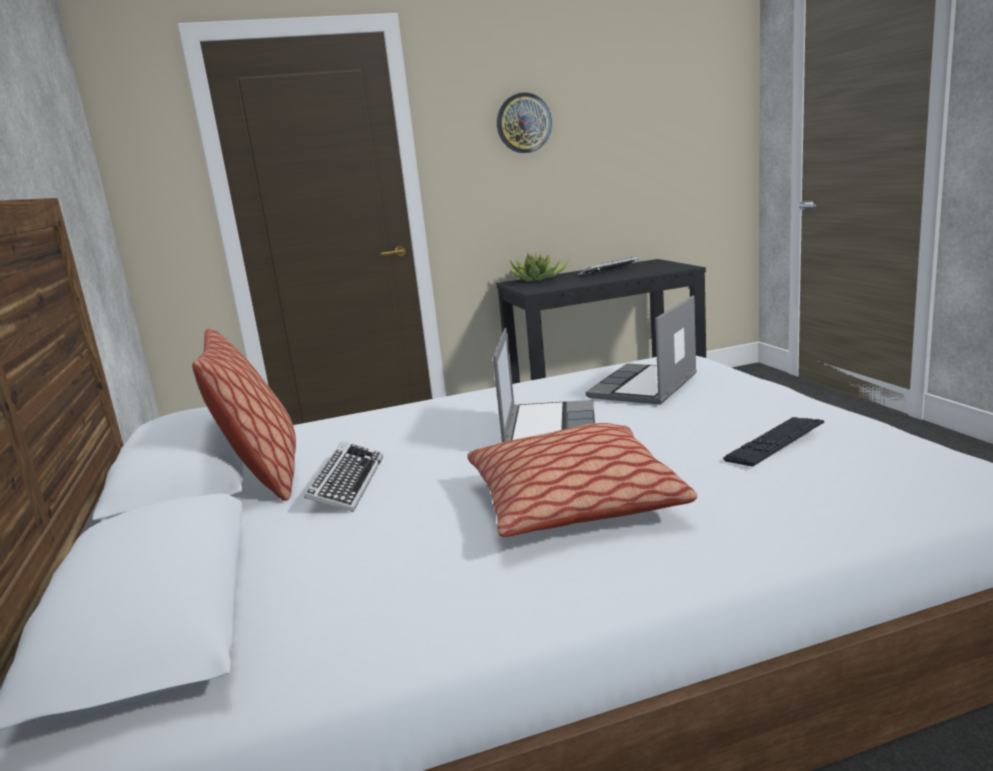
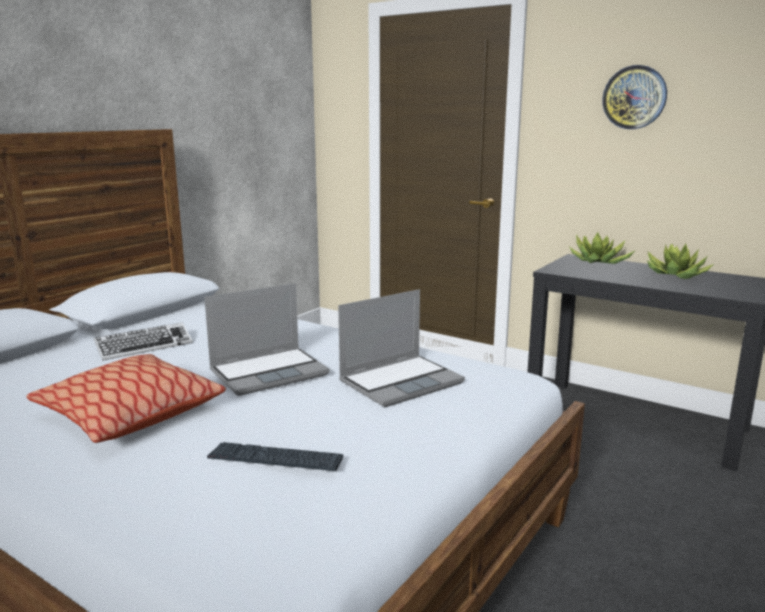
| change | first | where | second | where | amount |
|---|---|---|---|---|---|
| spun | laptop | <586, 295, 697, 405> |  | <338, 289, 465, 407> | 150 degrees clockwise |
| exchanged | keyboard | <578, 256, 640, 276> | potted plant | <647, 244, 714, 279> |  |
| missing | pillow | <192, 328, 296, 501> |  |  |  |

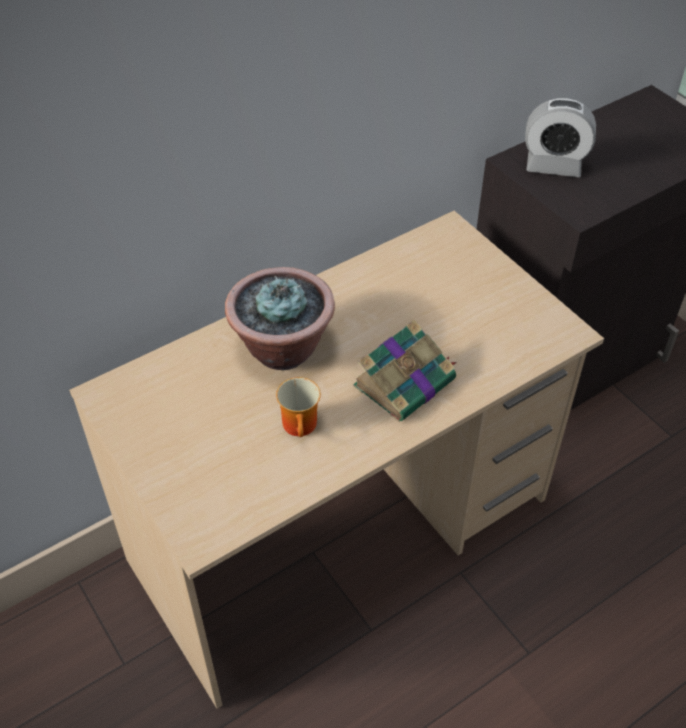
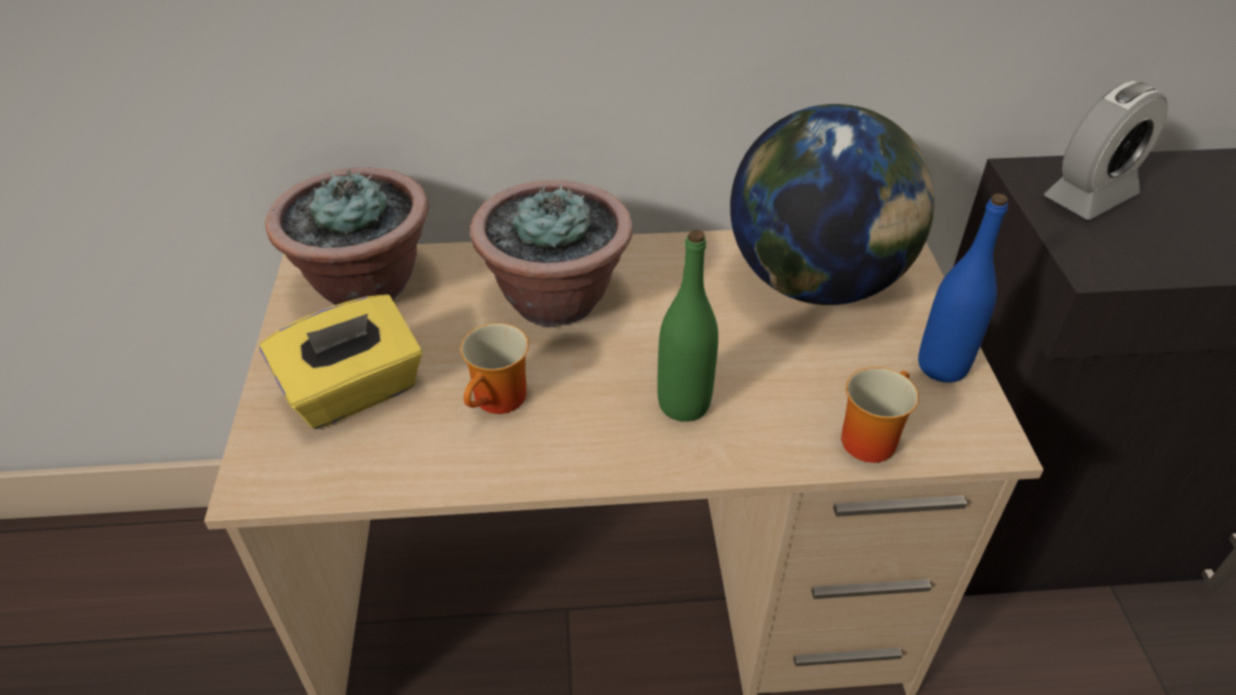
| change | first | where | second | where | amount |
|---|---|---|---|---|---|
| appeared |  |  | tissue box in yellow | <259, 294, 422, 429> |  |
| appeared |  |  | potted plant | <265, 167, 429, 305> |  |
| exchanged | book | <353, 319, 457, 422> | bottle in green | <657, 230, 718, 422> |  |
| appeared |  |  | globe | <730, 104, 935, 305> |  |
| appeared |  |  | mug | <841, 367, 919, 463> |  |
| appeared |  |  | bottle in blue | <918, 194, 1008, 383> |  |
| spun | alarm clock | <525, 98, 596, 177> |  | <1044, 81, 1168, 220> | 75 degrees counterclockwise |

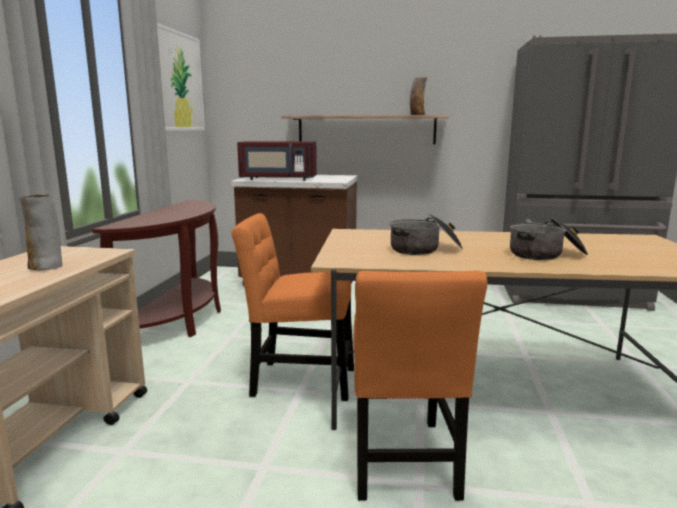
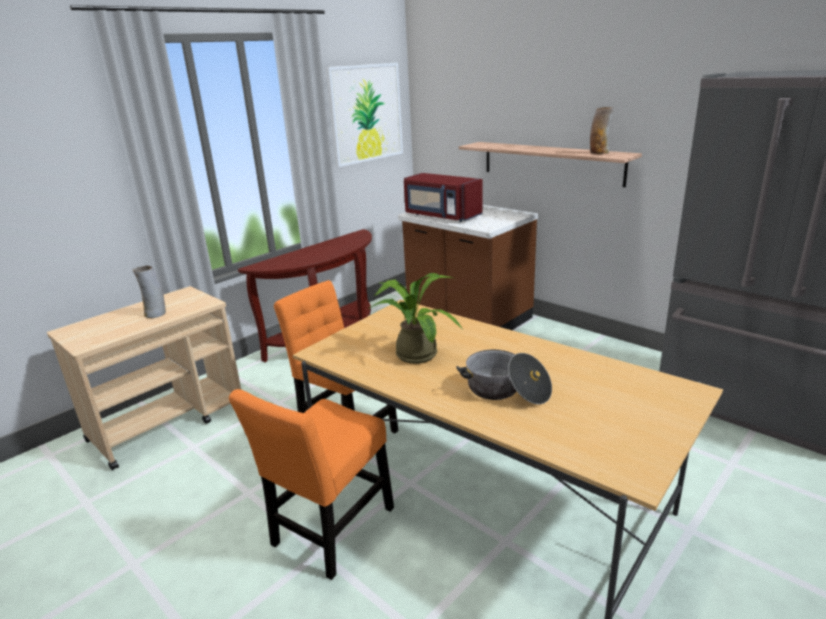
| change | first | where | second | where | amount |
|---|---|---|---|---|---|
| exchanged | cooking pot | <390, 214, 463, 255> | potted plant | <368, 273, 463, 364> |  |

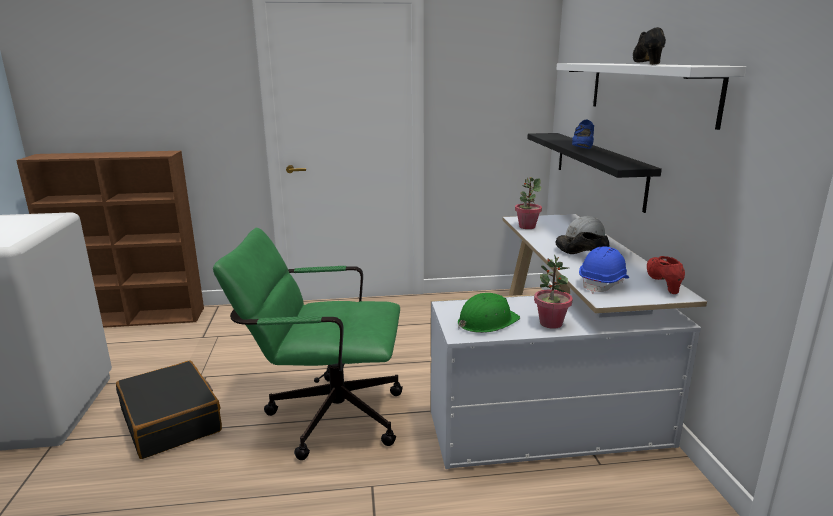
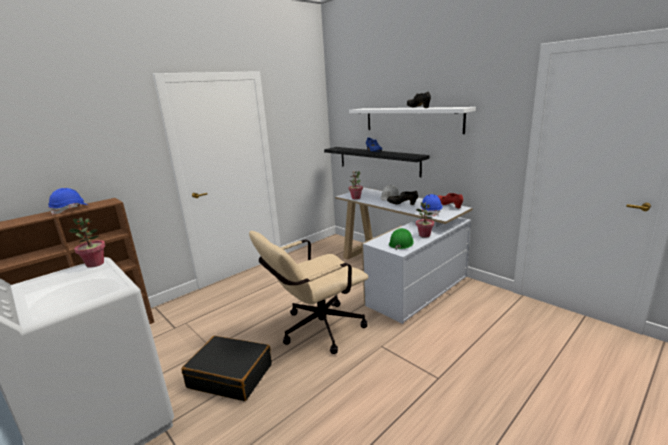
| change | first | where | second | where | amount |
|---|---|---|---|---|---|
| appeared |  |  | hard hat in blue | <48, 188, 90, 215> |  |
| appeared |  |  | potted plant | <68, 218, 105, 268> |  |
| colour | office chair in green | <213, 228, 403, 460> | office chair in beige | <249, 231, 368, 354> |  |

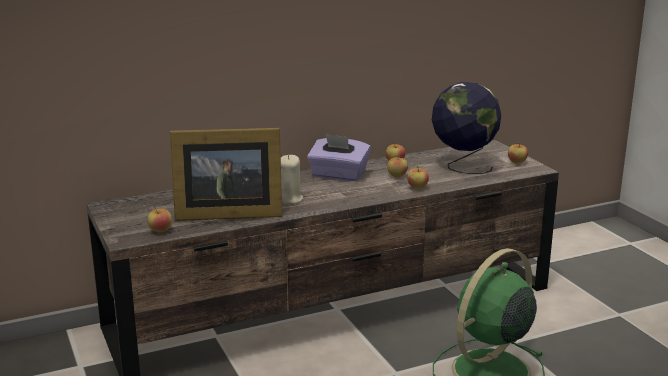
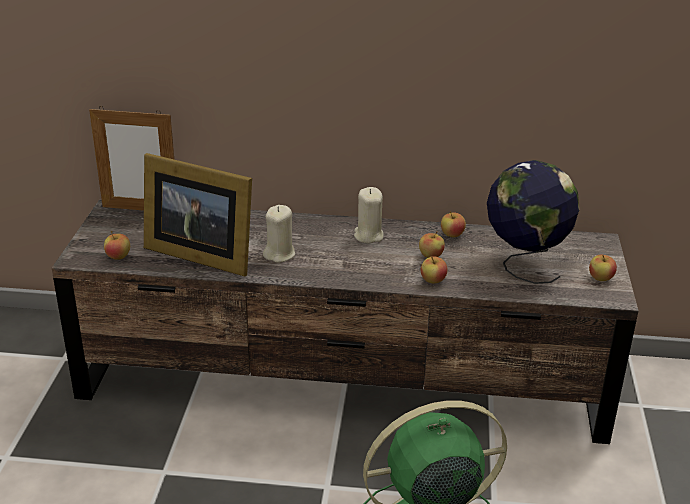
| change | first | where | second | where | amount |
|---|---|---|---|---|---|
| appeared |  |  | picture frame | <89, 106, 174, 211> |  |
| exchanged | tissue box in purple | <307, 134, 371, 181> | candle in beige | <354, 187, 384, 243> |  |

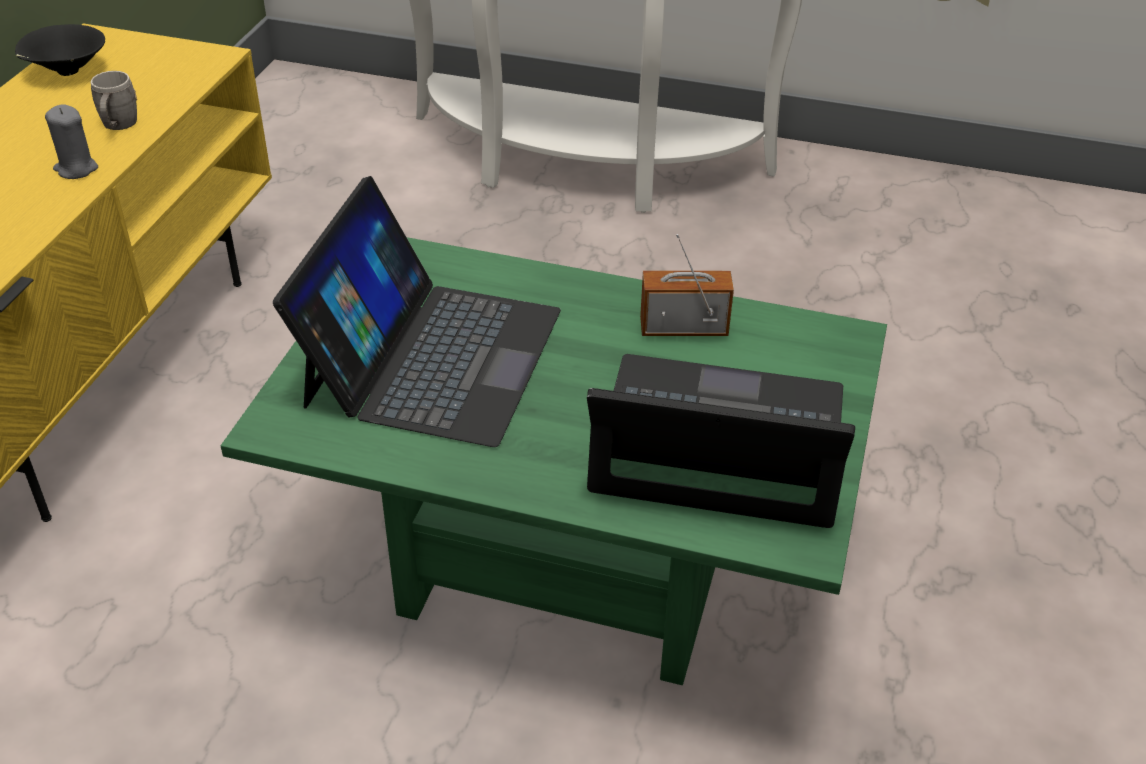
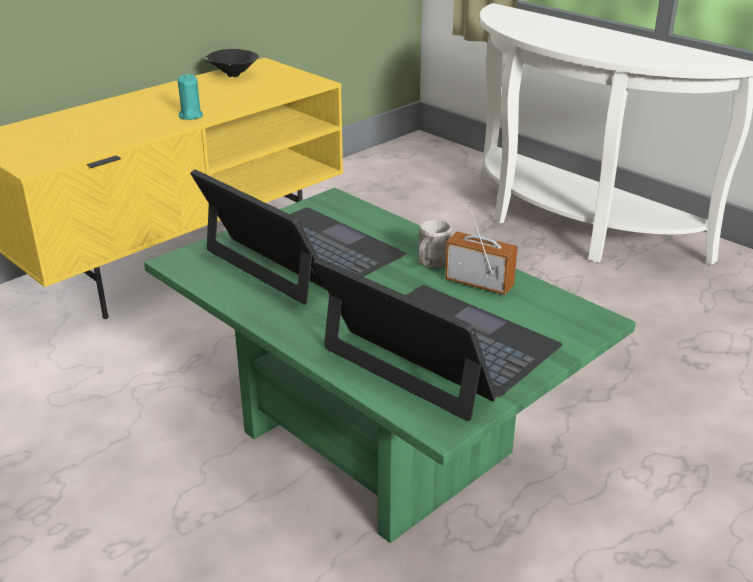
| change | first | where | second | where | amount |
|---|---|---|---|---|---|
| colour | candle in grey | <45, 104, 98, 179> | candle in turquoise | <178, 74, 203, 120> |  |
| spun | laptop | <273, 176, 561, 447> |  | <190, 169, 407, 305> | 90 degrees counterclockwise |
| relocated | mug in grey | <91, 71, 137, 130> |  | <418, 220, 452, 268> |  |

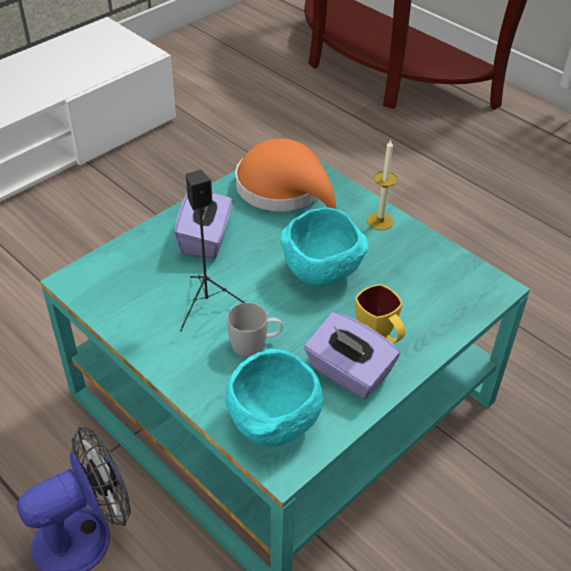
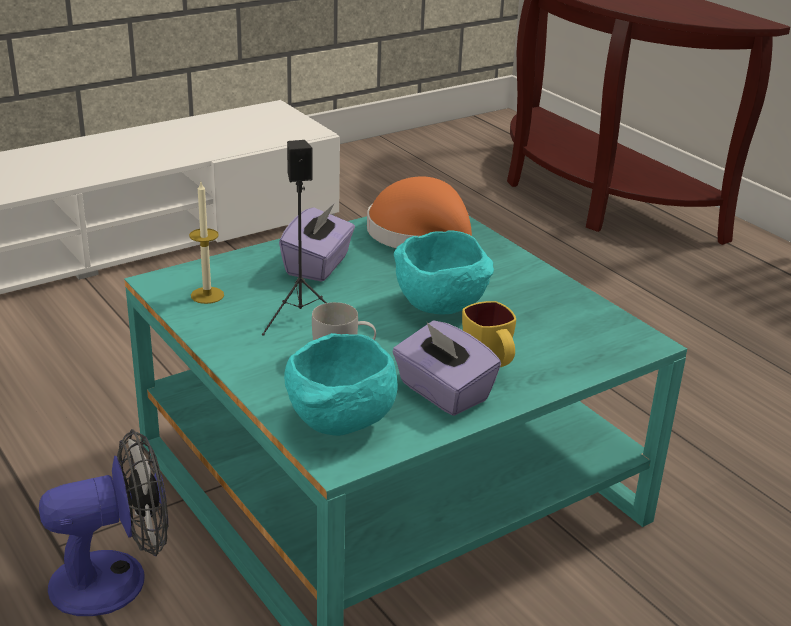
| change | first | where | second | where | amount |
|---|---|---|---|---|---|
| relocated | candle | <367, 140, 398, 230> |  | <189, 182, 224, 304> |  |

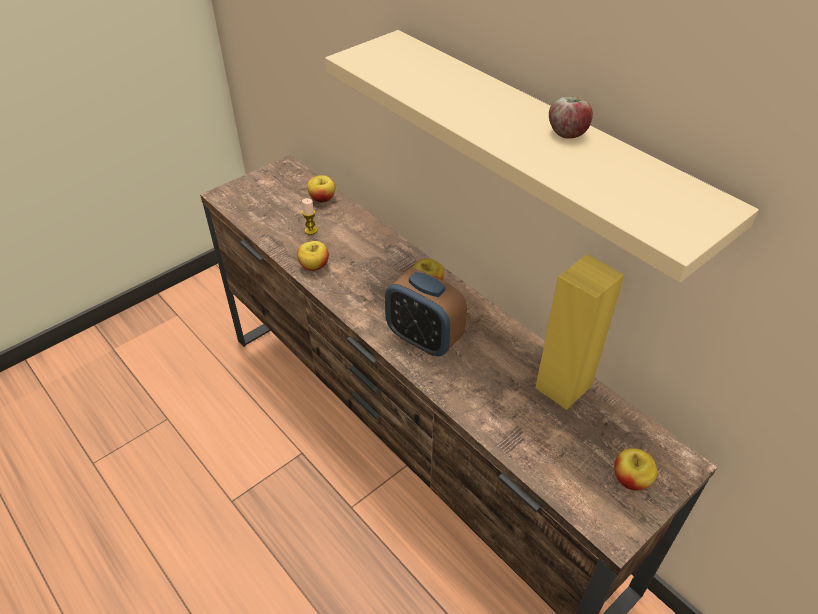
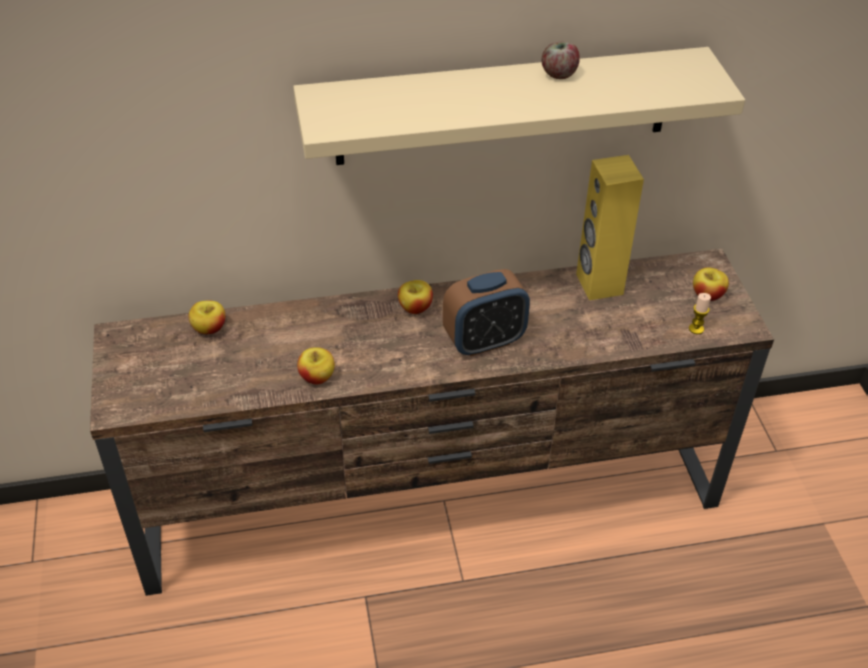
| change | first | where | second | where | amount |
|---|---|---|---|---|---|
| relocated | candle | <302, 198, 317, 235> |  | <689, 293, 711, 334> |  |

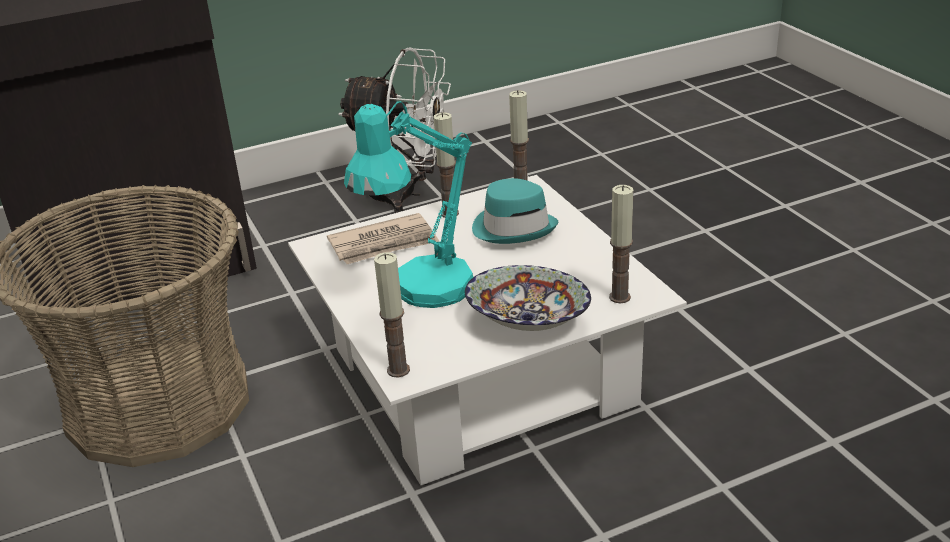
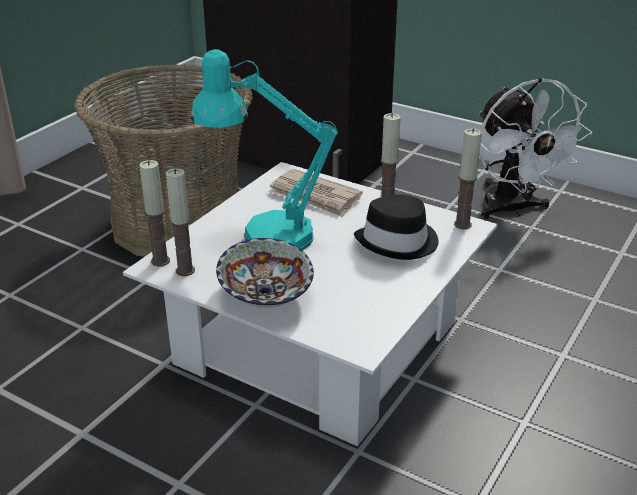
| change | first | where | second | where | amount |
|---|---|---|---|---|---|
| relocated | candle | <609, 185, 633, 303> |  | <166, 168, 195, 276> |  |
| colour | hat in turquoise | <472, 178, 558, 244> | hat in black | <354, 194, 438, 260> |  |

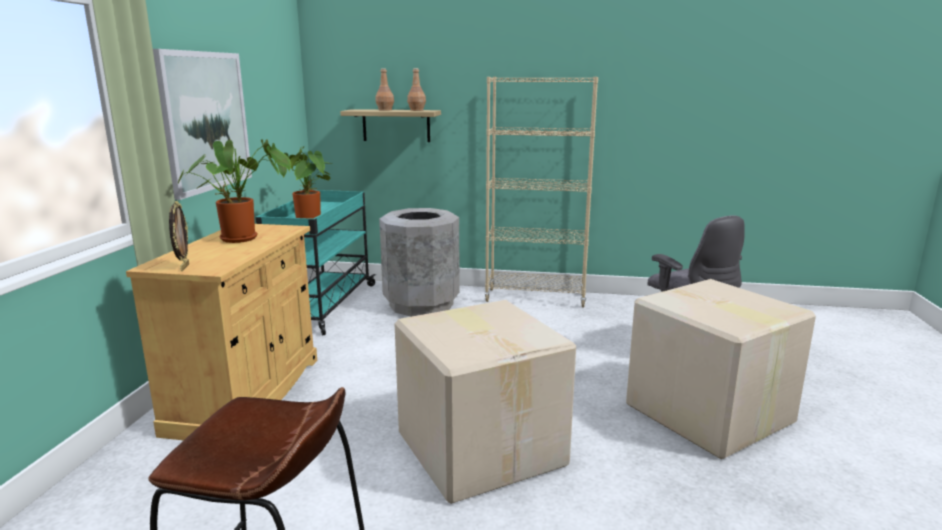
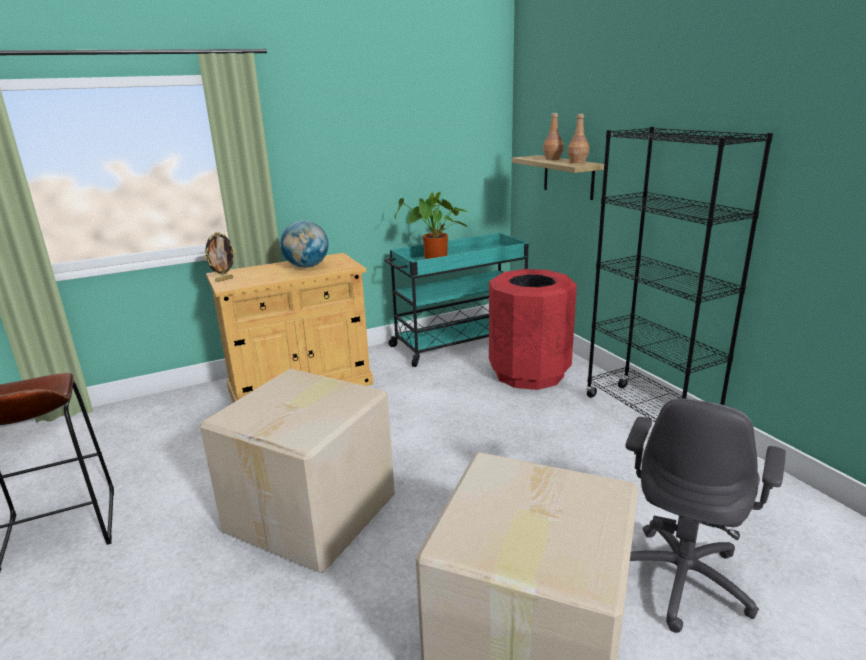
| change | first | where | second | where | amount |
|---|---|---|---|---|---|
| exchanged | potted plant | <178, 139, 291, 243> | globe | <280, 220, 328, 268> |  |
| colour | trash can in grey | <379, 208, 460, 317> | trash can in red | <489, 269, 577, 390> |  |
| colour | bookcase in beige | <484, 77, 598, 308> | bookcase in black | <586, 127, 773, 422> |  |
| missing | picture | <153, 49, 252, 200> |  |  |  |

